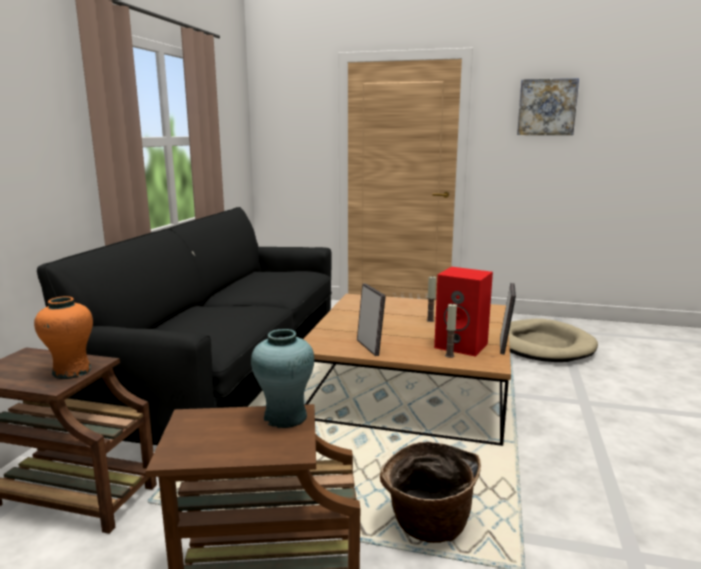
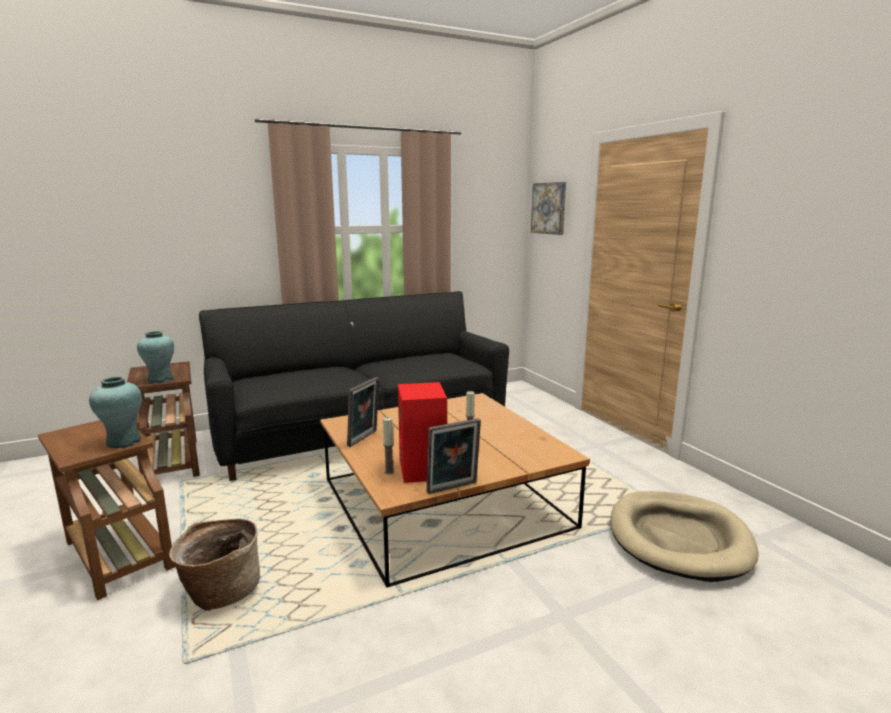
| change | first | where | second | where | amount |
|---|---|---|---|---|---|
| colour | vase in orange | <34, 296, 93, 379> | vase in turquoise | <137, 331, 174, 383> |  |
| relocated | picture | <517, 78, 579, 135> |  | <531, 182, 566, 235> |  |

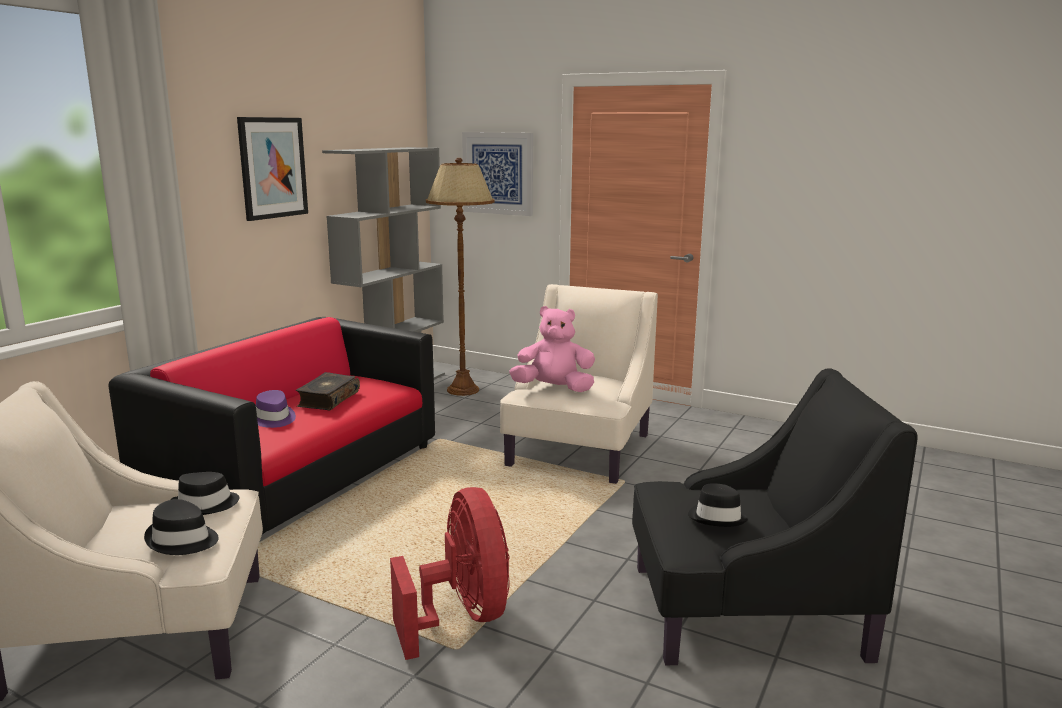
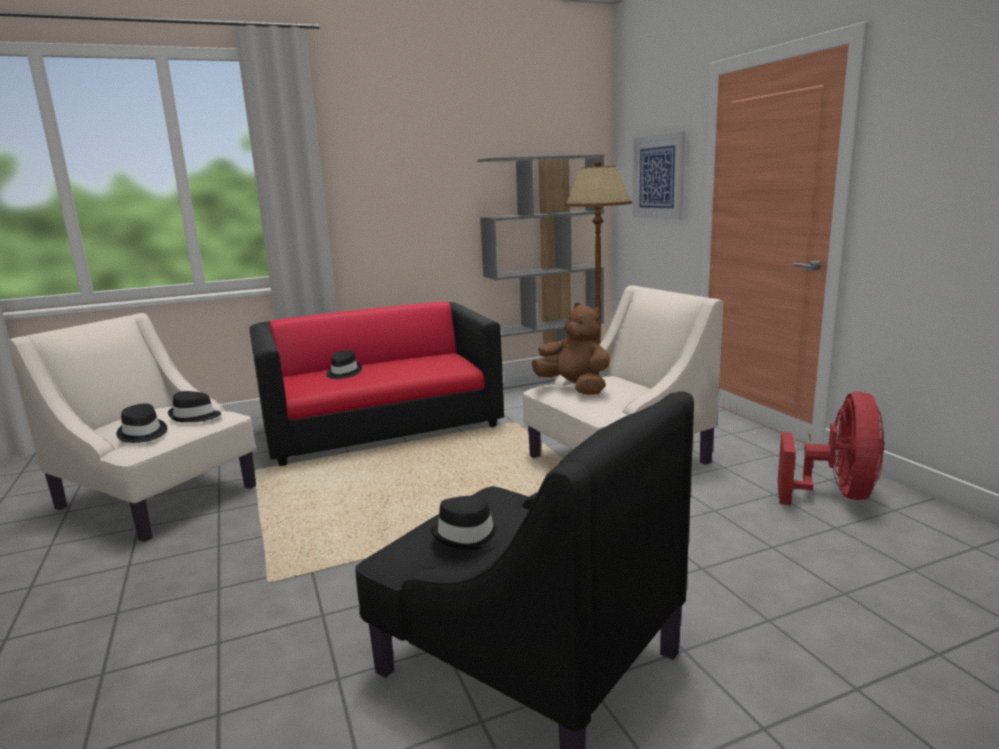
| change | first | where | second | where | amount |
|---|---|---|---|---|---|
| colour | hat in purple | <256, 390, 296, 428> | hat in black | <326, 350, 362, 379> |  |
| colour | plush toy in pink | <509, 306, 595, 392> | plush toy in brown | <532, 302, 610, 395> |  |
| relocated | fan in red | <390, 487, 510, 660> |  | <777, 392, 885, 505> |  |
| missing | picture | <237, 117, 308, 221> |  |  |  |
| missing | book | <296, 372, 360, 410> |  |  |  |

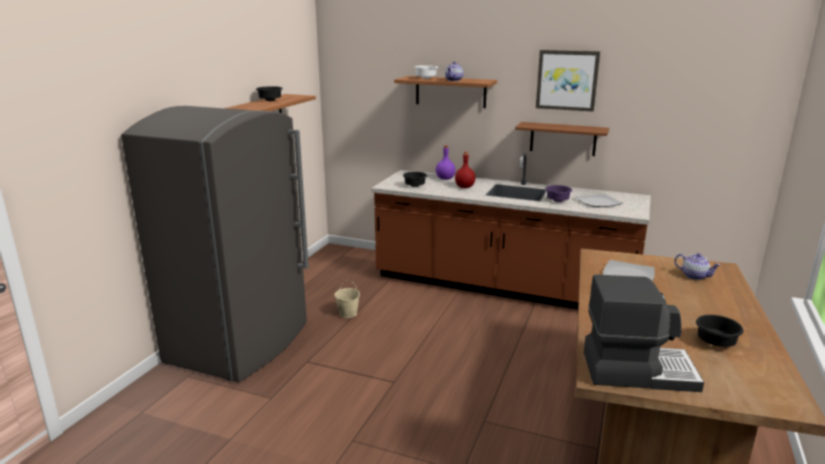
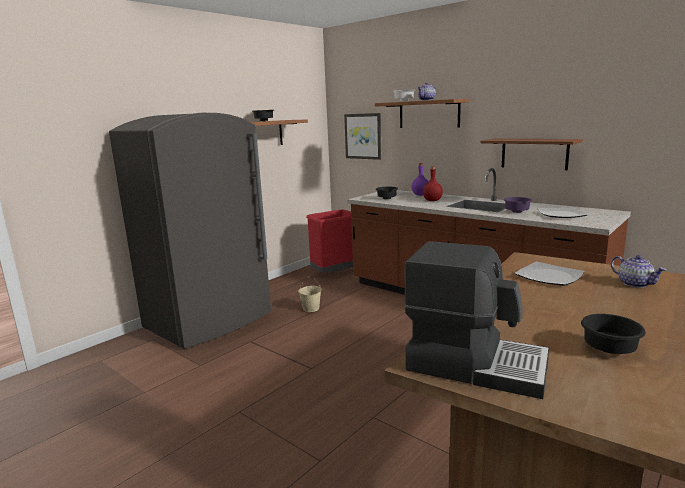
| change | first | where | second | where | amount |
|---|---|---|---|---|---|
| appeared |  |  | trash can in red | <306, 210, 353, 273> |  |
| relocated | picture | <536, 50, 600, 112> |  | <344, 113, 381, 160> |  |

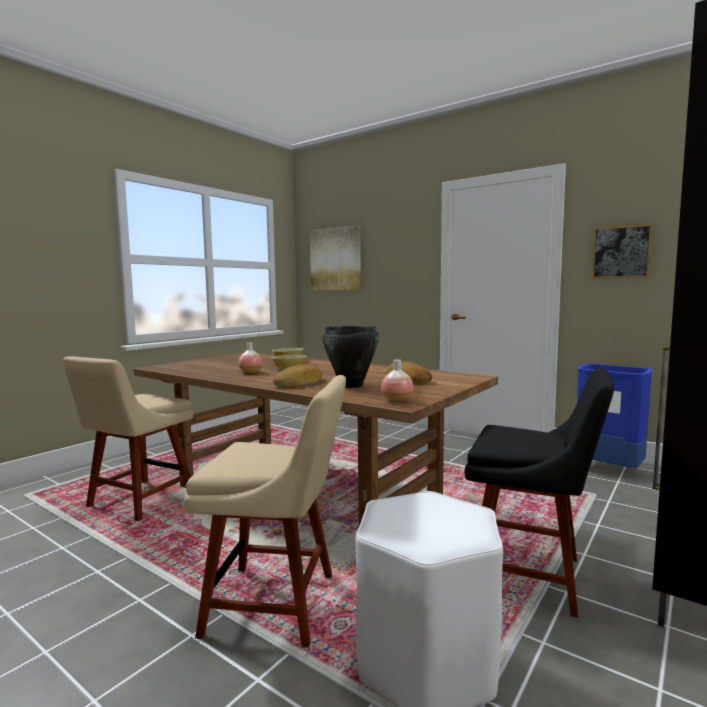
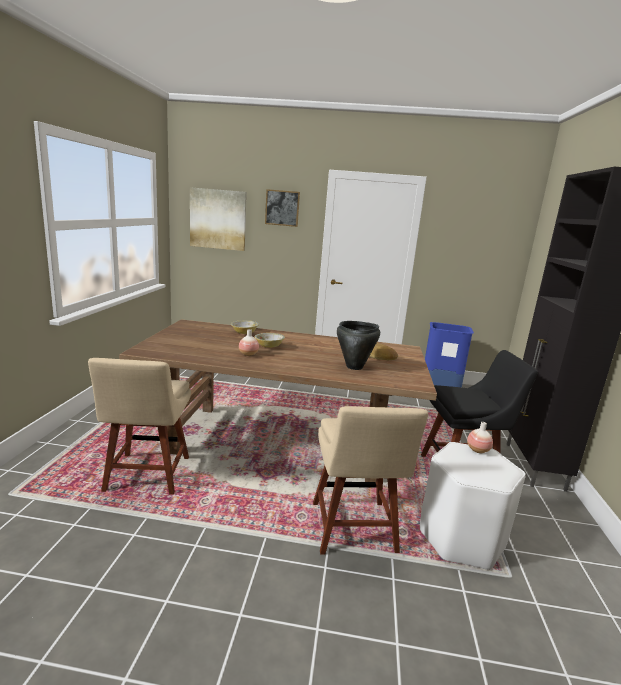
| change | first | where | second | where | amount |
|---|---|---|---|---|---|
| relocated | picture | <592, 224, 653, 279> |  | <265, 189, 300, 227> |  |
| spun | chair in beige | <184, 375, 346, 648> |  | <313, 406, 428, 555> | 105 degrees clockwise |
| relocated | vase | <381, 359, 414, 402> |  | <467, 422, 493, 453> |  |
| missing | bread | <273, 364, 322, 387> |  |  |  |

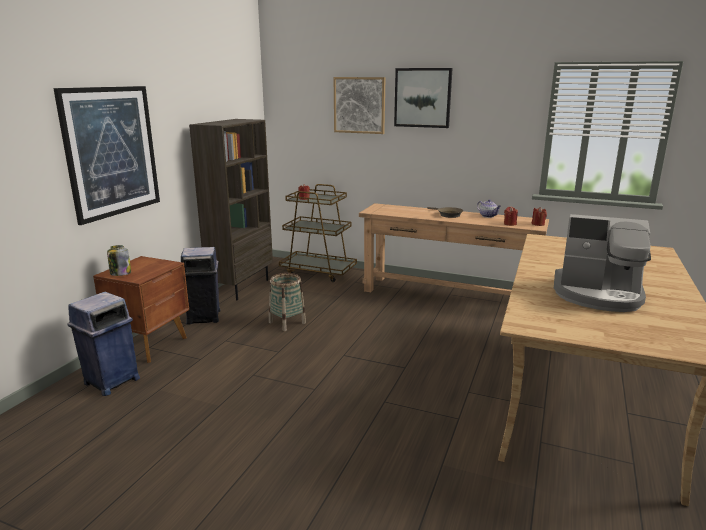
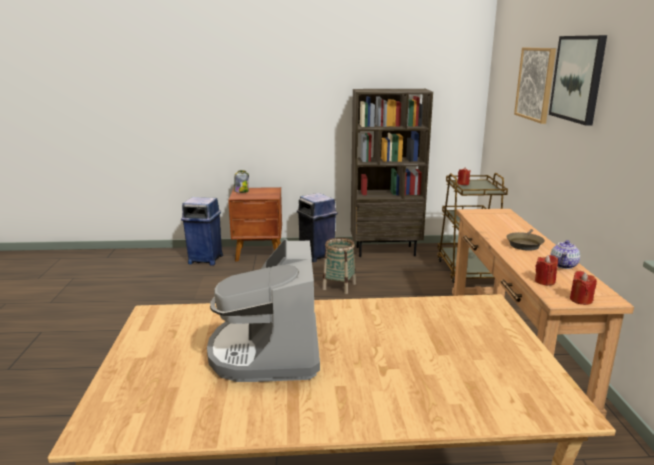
| change | first | where | second | where | amount |
|---|---|---|---|---|---|
| missing | picture | <53, 86, 160, 225> |  |  |  |

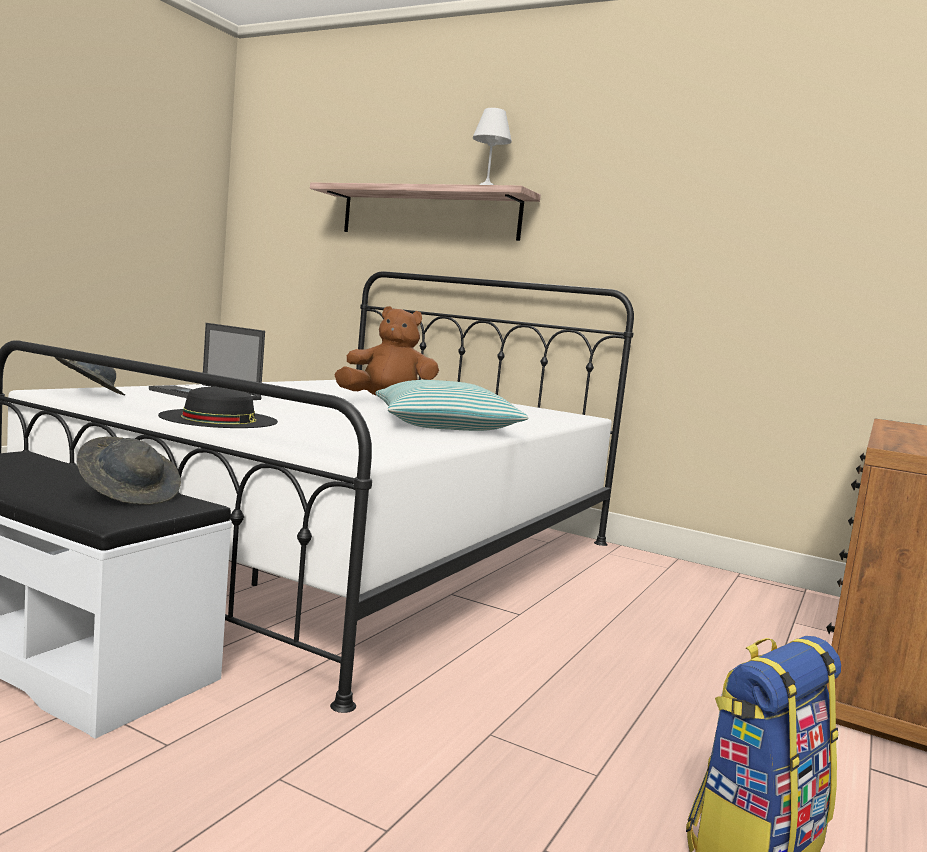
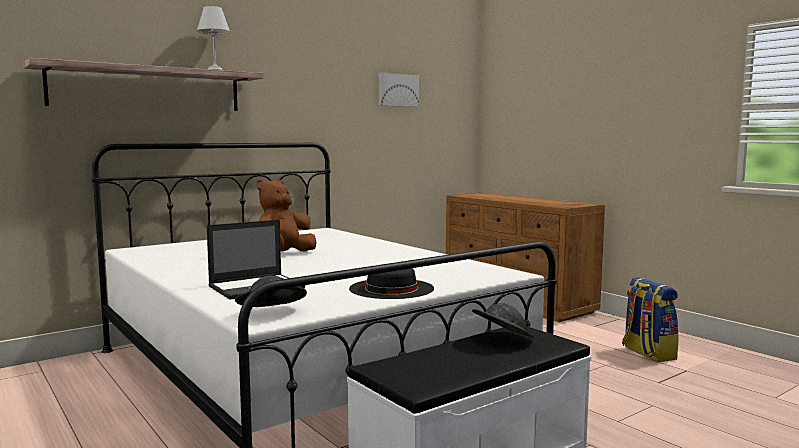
| change | first | where | second | where | amount |
|---|---|---|---|---|---|
| appeared |  |  | picture | <379, 73, 419, 107> |  |
| missing | pillow | <375, 380, 528, 431> |  |  |  |

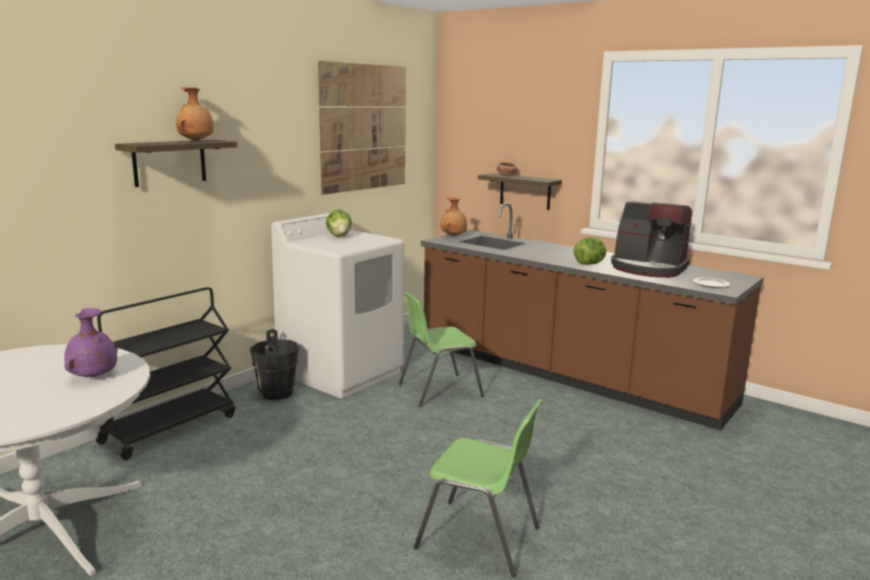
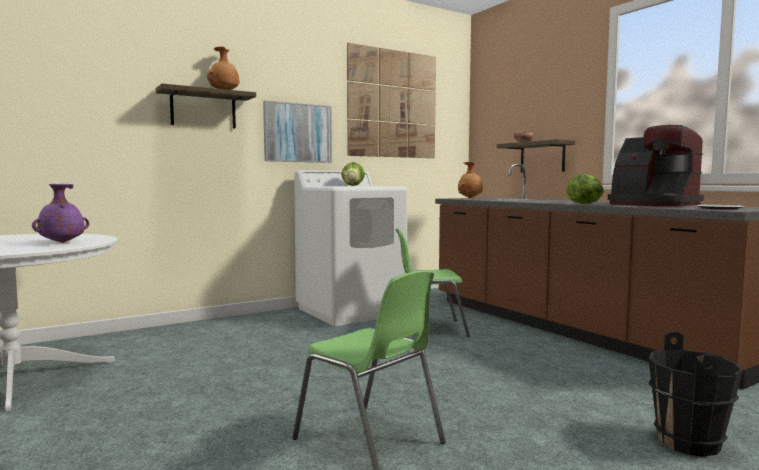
| change | first | where | second | where | amount |
|---|---|---|---|---|---|
| appeared |  |  | picture | <263, 101, 332, 163> |  |
| relocated | bucket in black | <250, 329, 299, 400> |  | <648, 332, 743, 457> |  |
| missing | cart in black | <96, 287, 235, 460> |  |  |  |

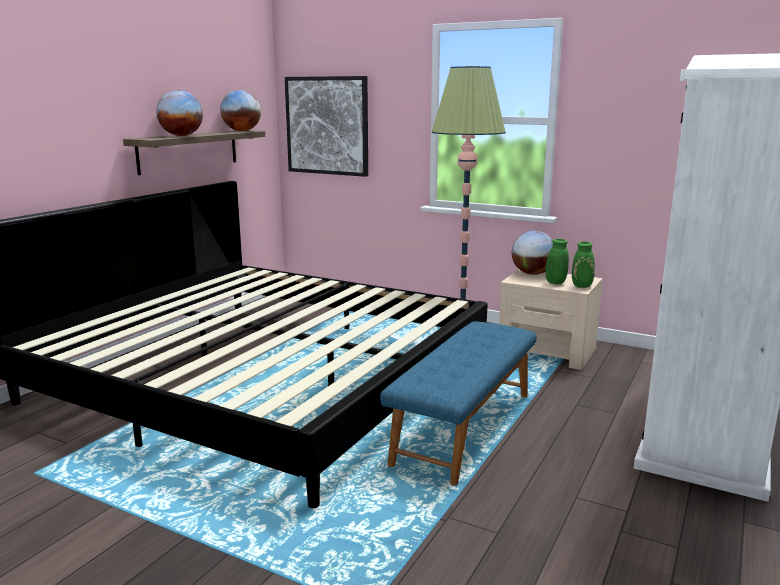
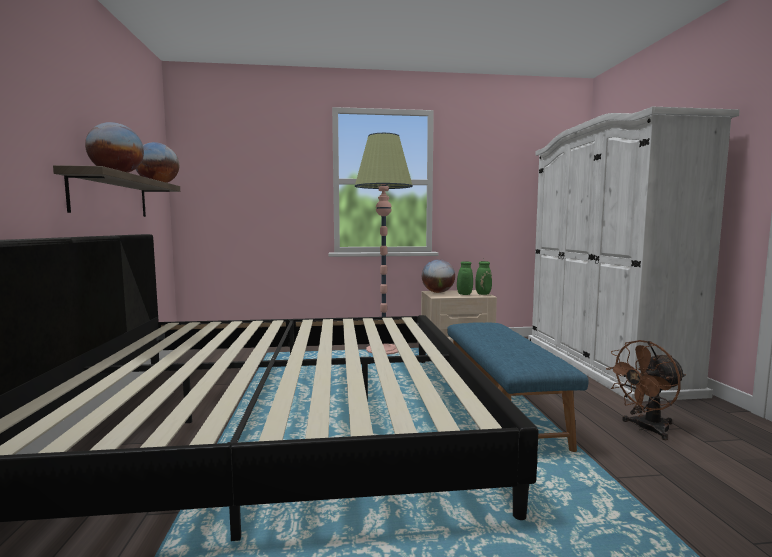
| change | first | where | second | where | amount |
|---|---|---|---|---|---|
| appeared |  |  | fan in brown | <606, 340, 686, 441> |  |
| missing | picture | <285, 76, 368, 177> |  |  |  |

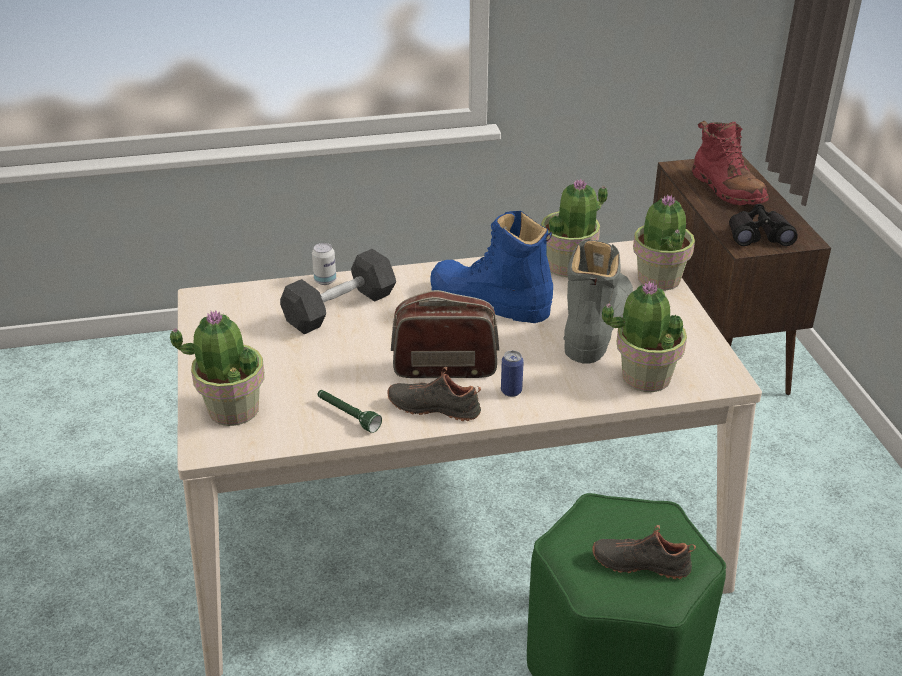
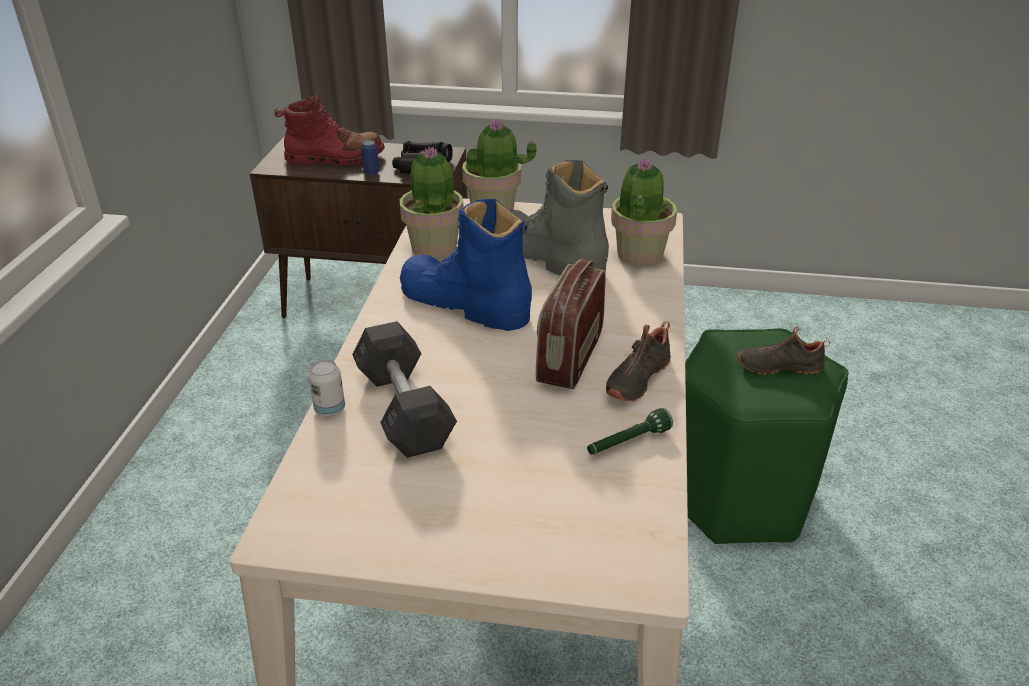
| change | first | where | second | where | amount |
|---|---|---|---|---|---|
| relocated | can | <501, 350, 524, 397> |  | <361, 140, 379, 175> |  |
| spun | boot in blue | <430, 211, 553, 323> |  | <400, 199, 532, 331> | 75 degrees clockwise |
| spun | shoe in black | <592, 525, 696, 579> |  | <737, 326, 830, 375> | 60 degrees clockwise |
| missing | potted plant | <170, 310, 264, 426> |  |  |  |

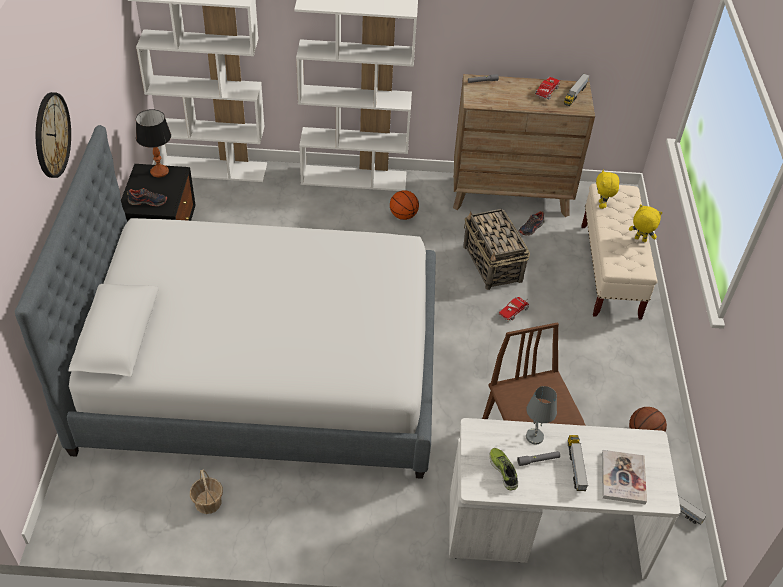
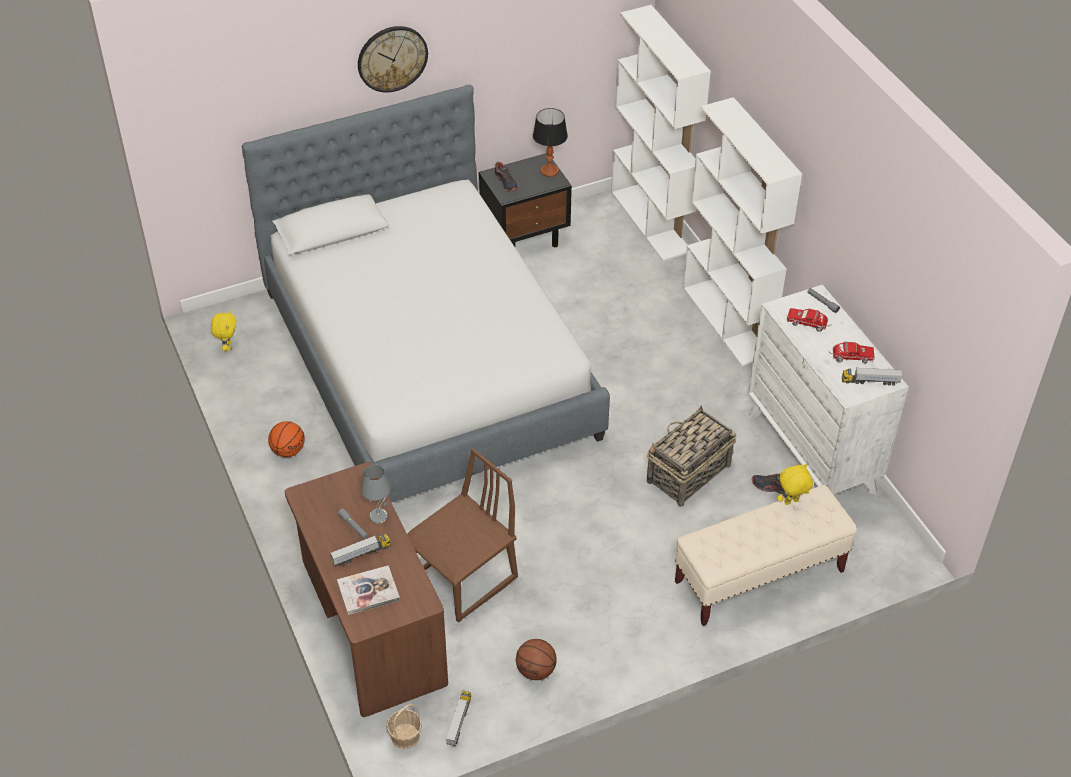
| change | first | where | second | where | amount |
|---|---|---|---|---|---|
| relocated | plush toy in yellow | <629, 204, 663, 242> |  | <211, 310, 237, 351> |  |
| relocated | basketball | <390, 190, 419, 220> |  | <268, 421, 305, 457> |  |
| colour | desk in white | <449, 418, 681, 579> | desk in brown | <285, 462, 448, 717> |  |
| relocated | basket | <190, 469, 223, 514> |  | <386, 704, 422, 749> |  |
| colour | dresser in brown | <453, 74, 595, 217> | dresser in white | <748, 285, 909, 494> |  |
| relocated | toy truck | <499, 297, 529, 322> |  | <787, 308, 832, 332> |  |
| missing | shoe | <489, 448, 518, 490> |  |  |  |

